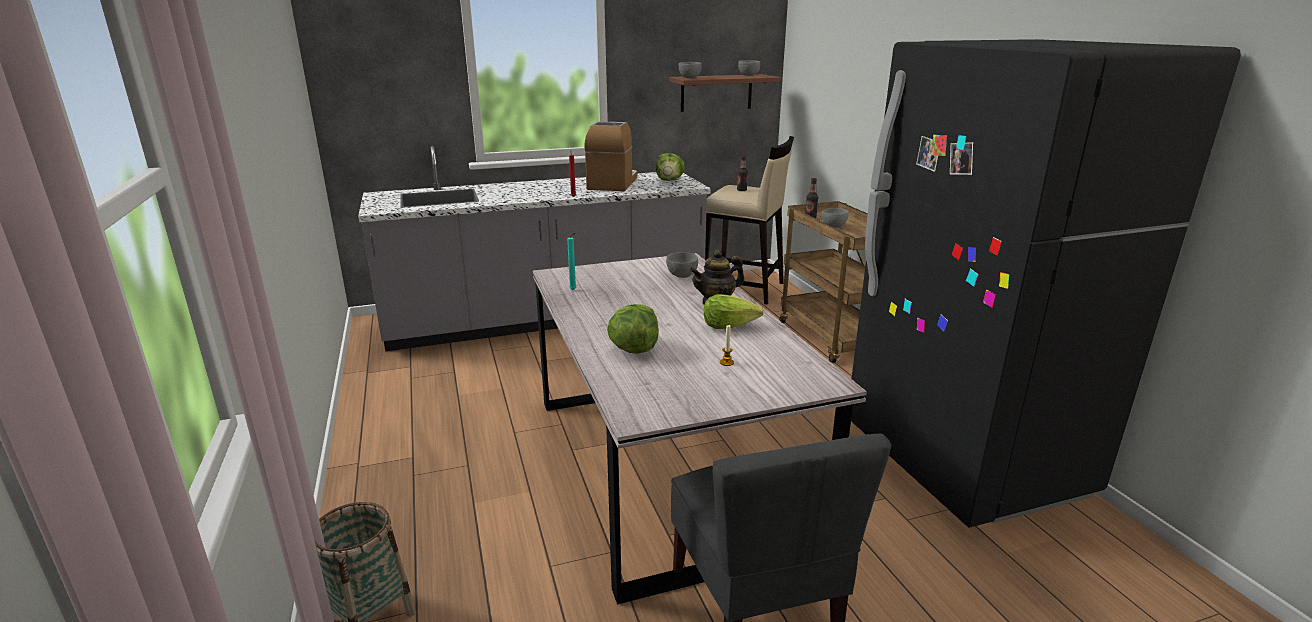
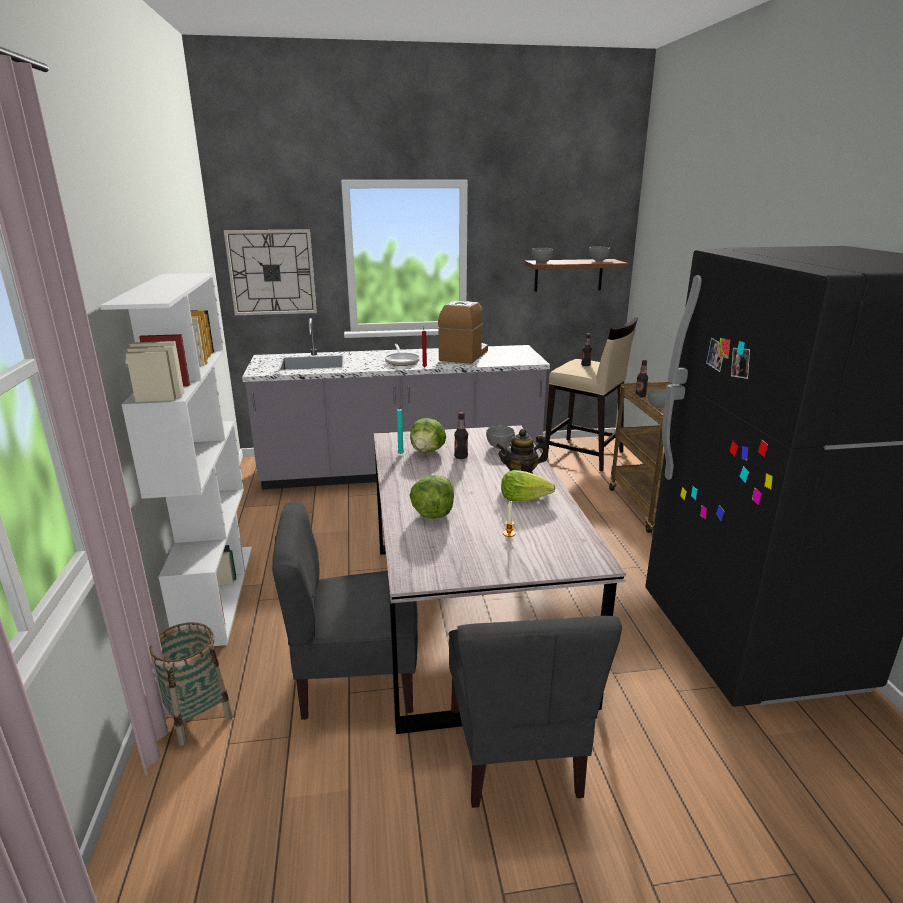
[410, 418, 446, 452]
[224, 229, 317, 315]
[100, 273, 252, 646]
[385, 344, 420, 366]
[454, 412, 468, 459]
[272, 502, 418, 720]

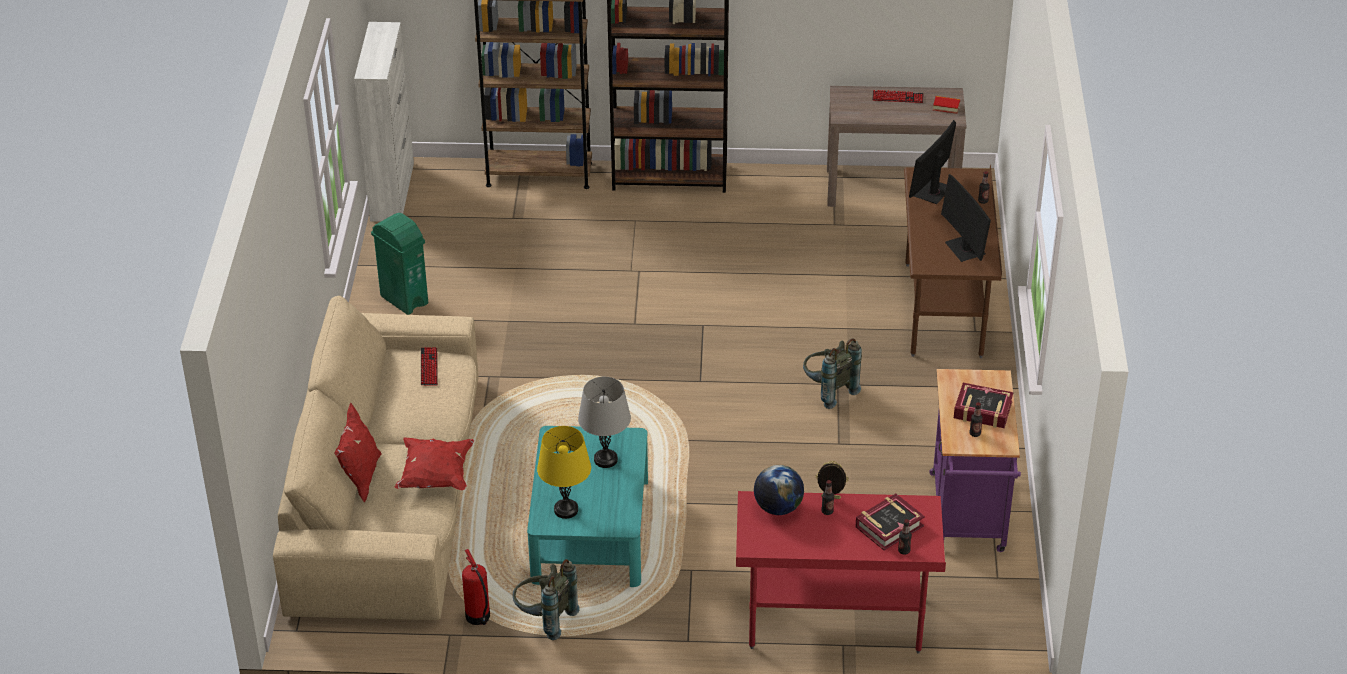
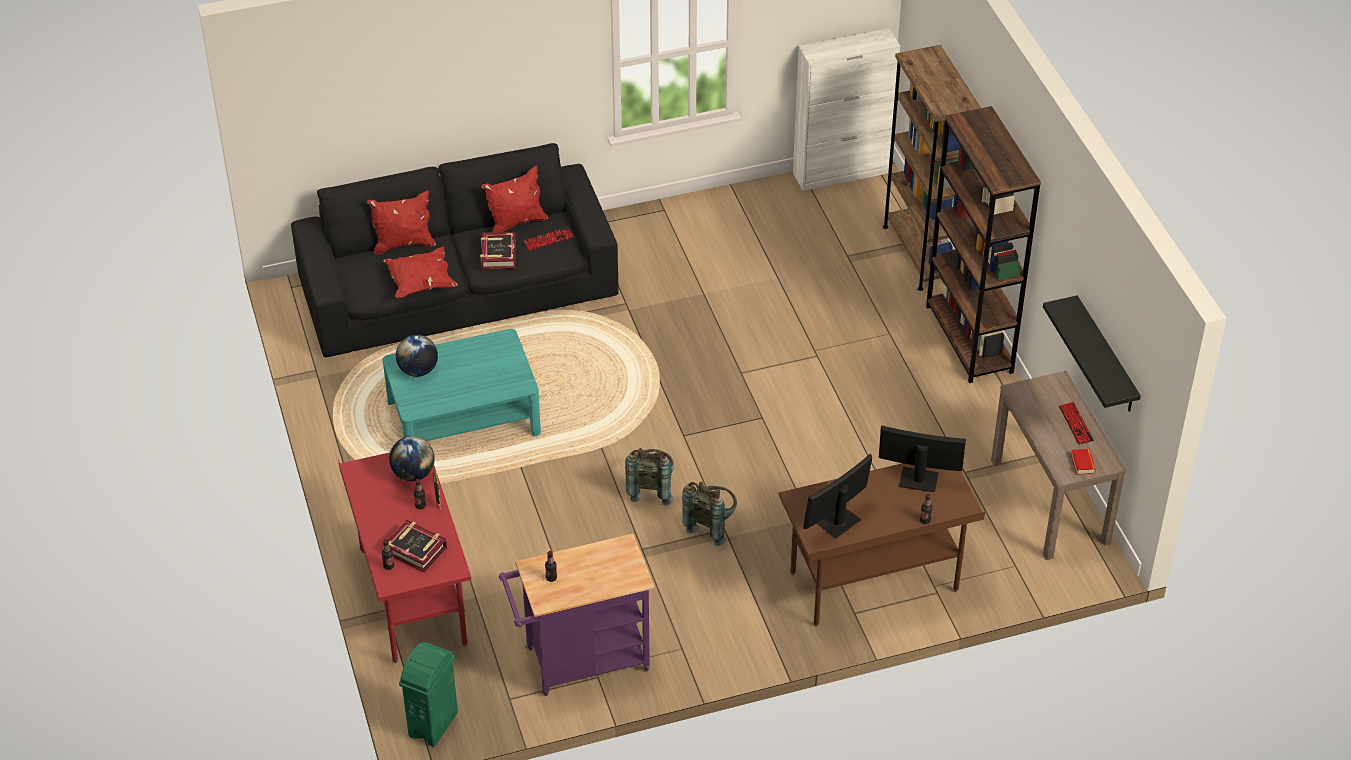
[399, 642, 458, 747]
[291, 143, 619, 357]
[578, 377, 631, 468] (first image)
[480, 232, 516, 270]
[396, 335, 438, 377]
[462, 549, 490, 625] (first image)
[625, 448, 674, 506]
[482, 166, 548, 232]
[1043, 295, 1141, 412]

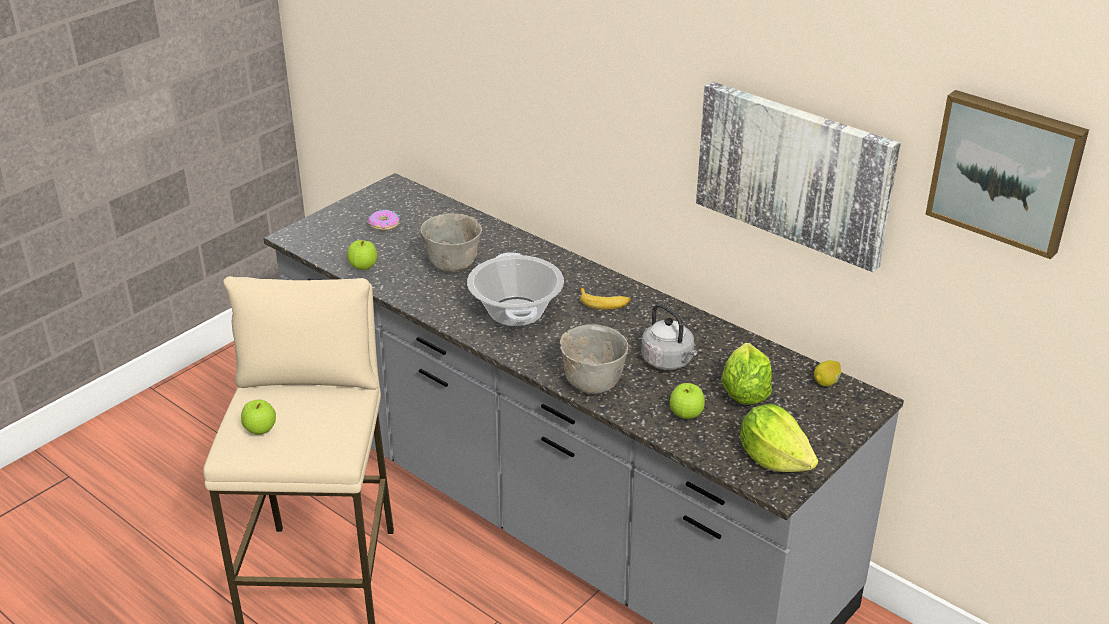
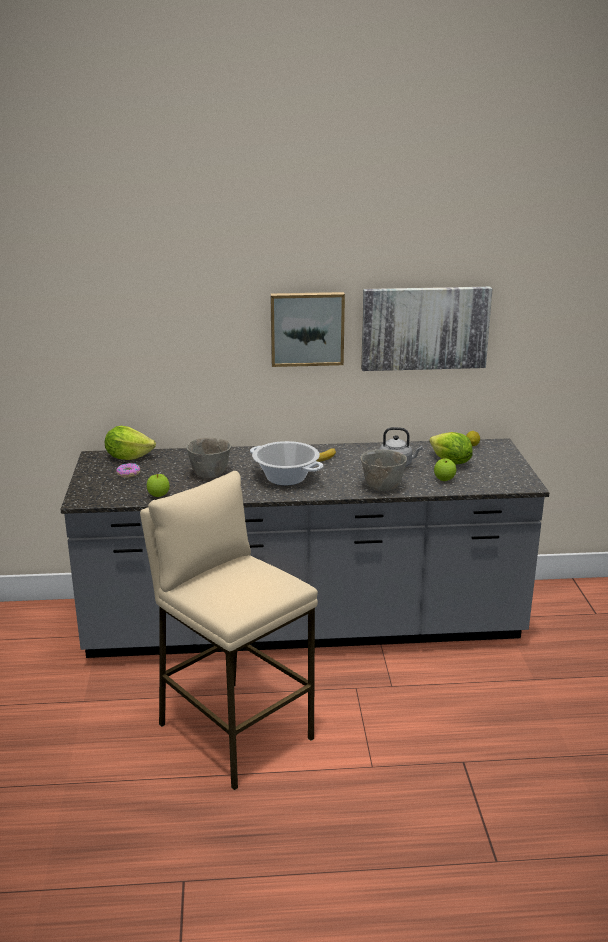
[270, 292, 345, 367]
[241, 399, 276, 435] (first image)
[105, 426, 156, 460]

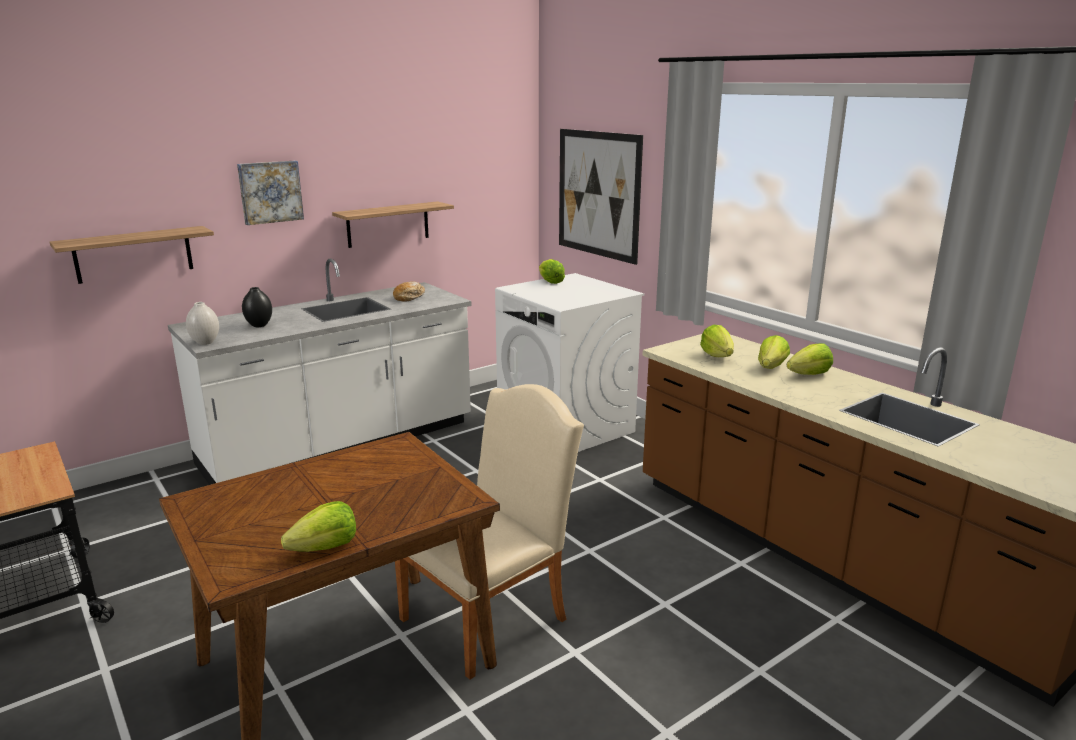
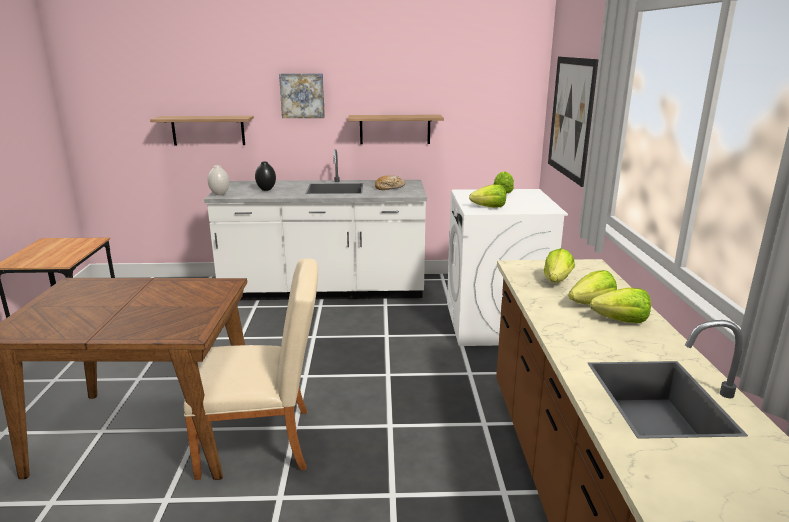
[469, 184, 506, 208]

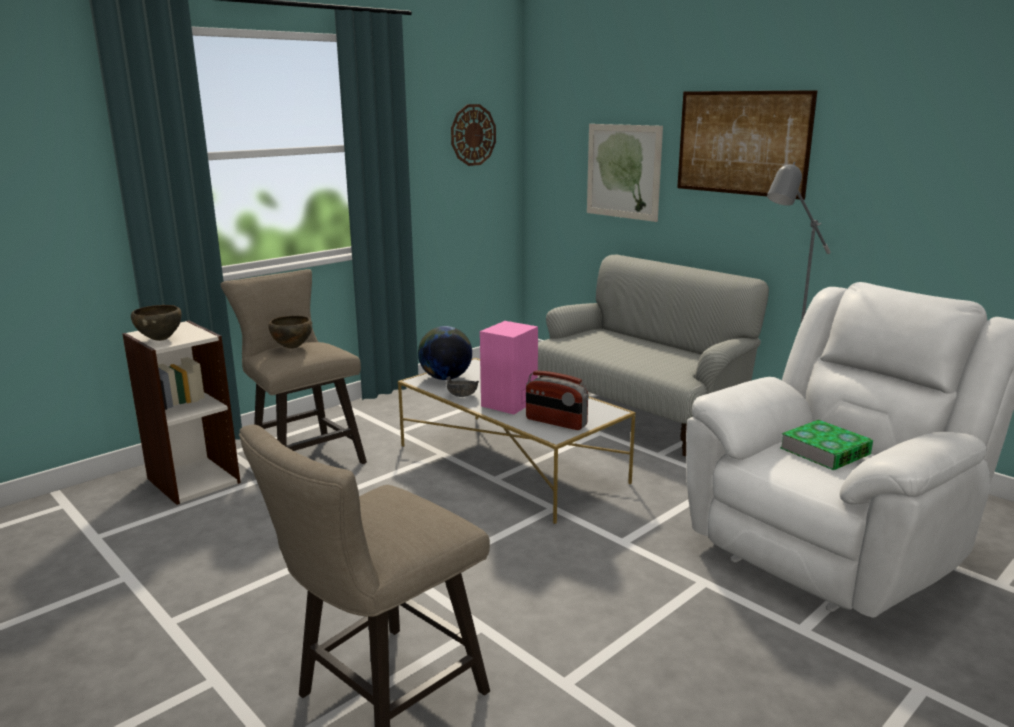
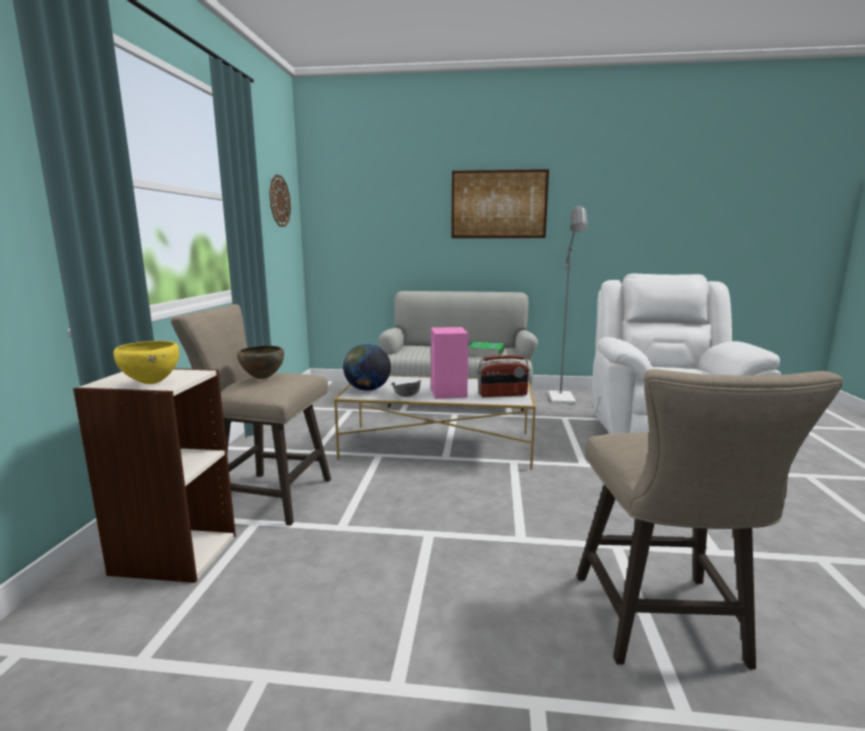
[587, 124, 663, 222] (first image)
[113, 341, 179, 384]
[468, 342, 504, 357]

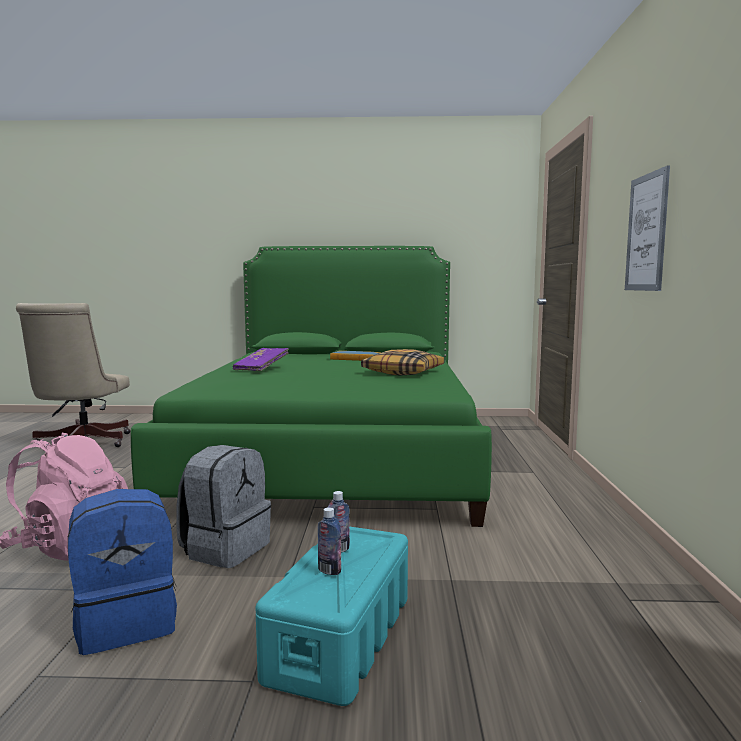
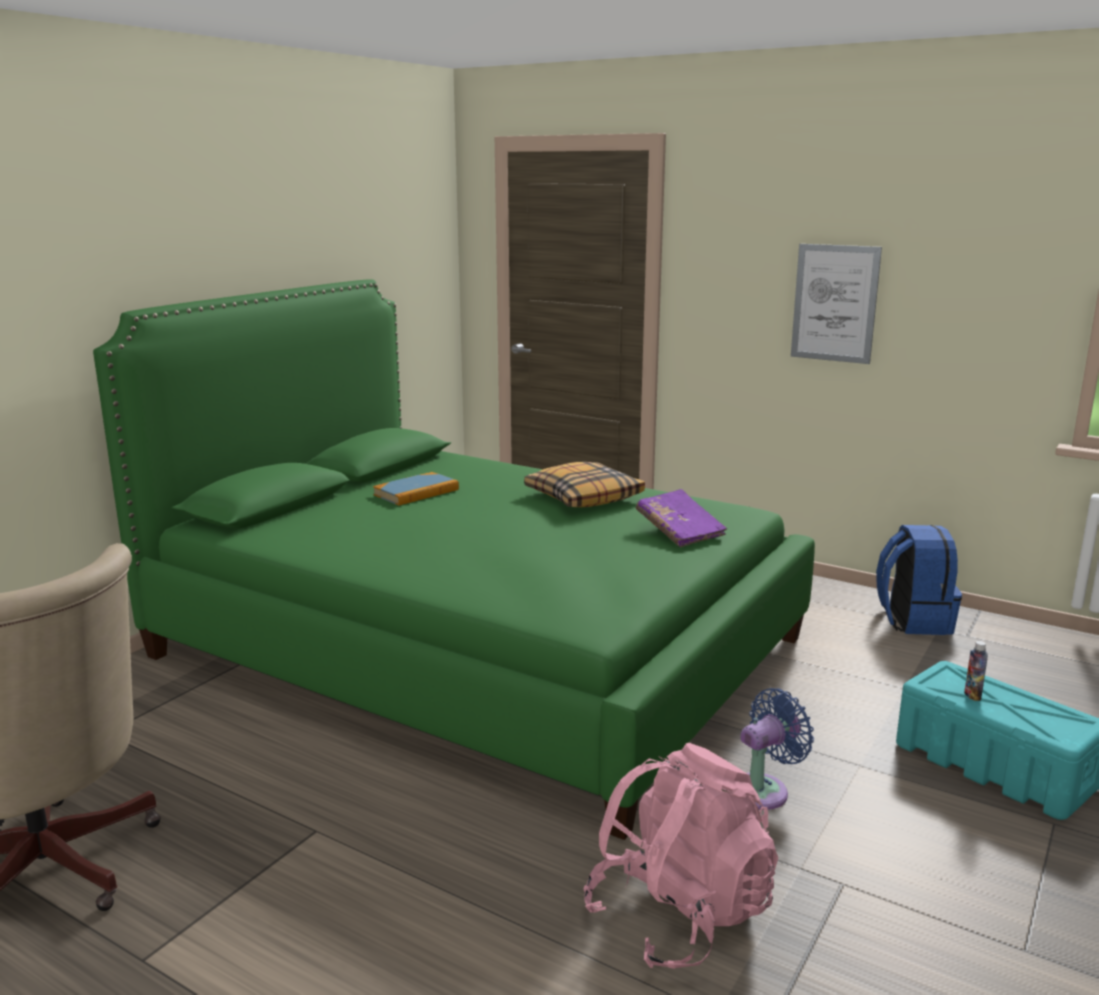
[636, 489, 727, 547]
[741, 688, 814, 810]
[876, 525, 962, 635]
[318, 507, 341, 575] (first image)

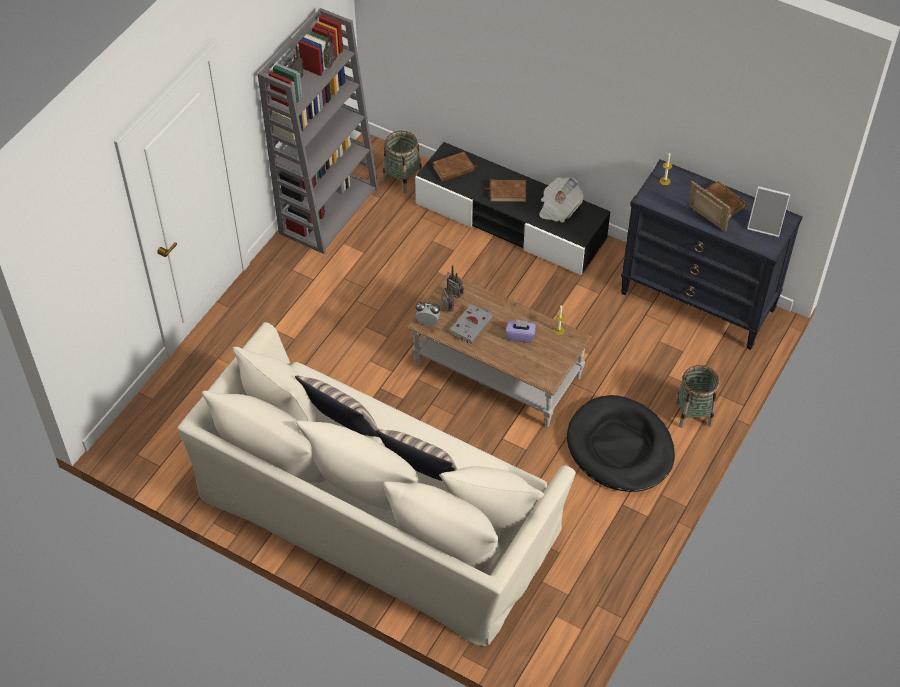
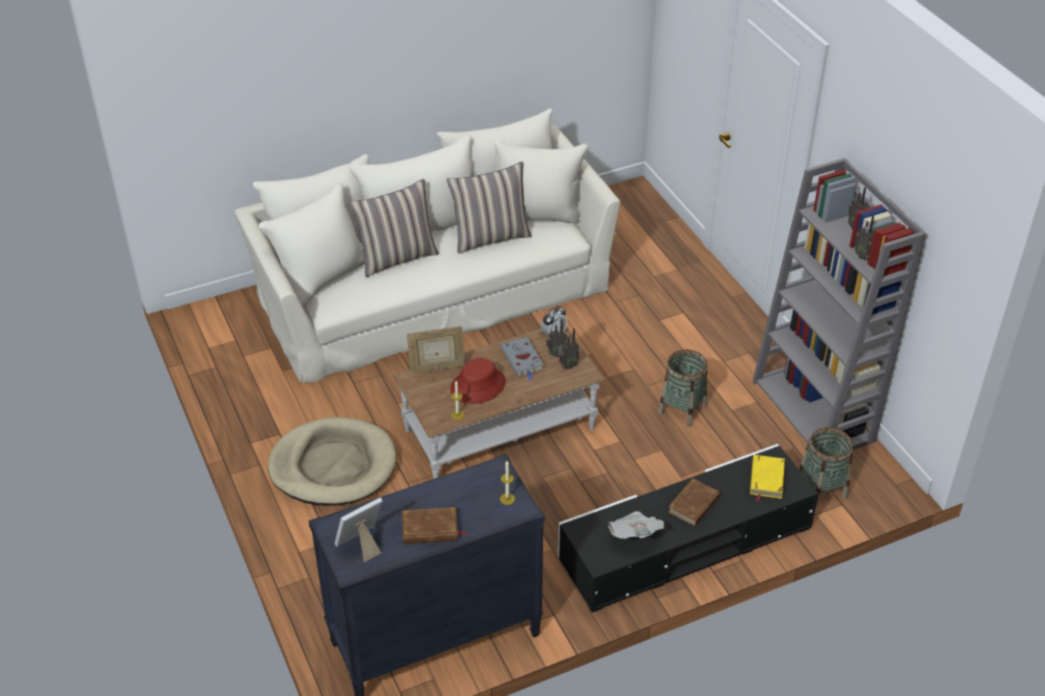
[750, 455, 785, 502]
[407, 326, 466, 374]
[450, 358, 506, 404]
[658, 349, 708, 427]
[268, 417, 396, 506]

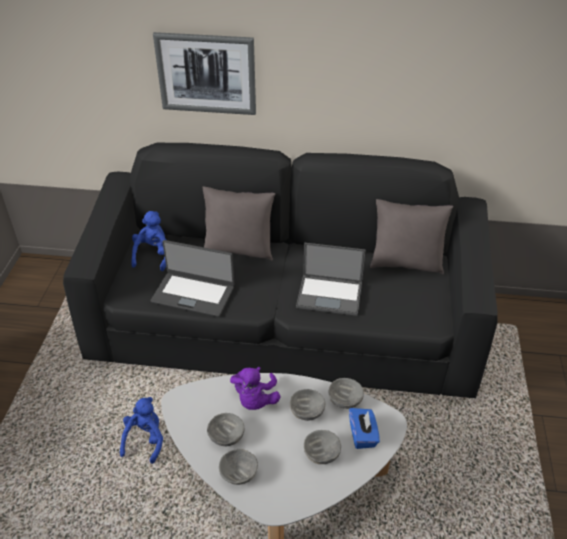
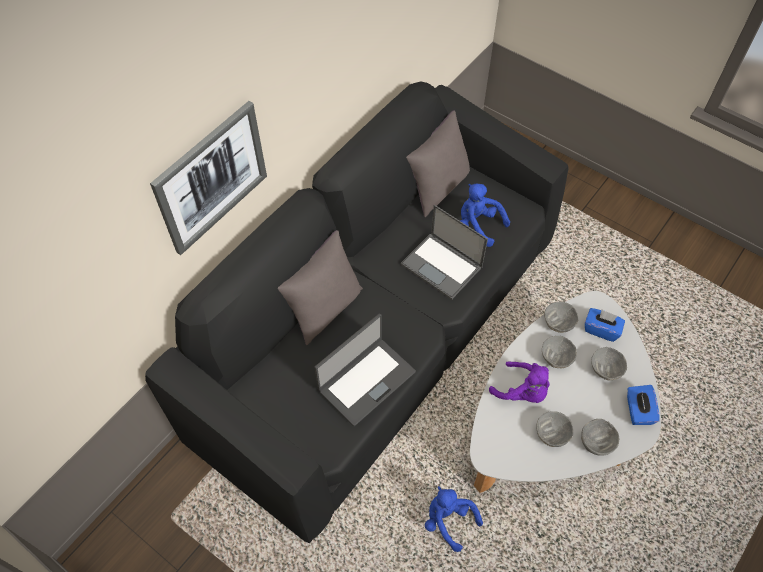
[460, 183, 510, 247]
[401, 205, 488, 300]
[627, 385, 659, 425]

